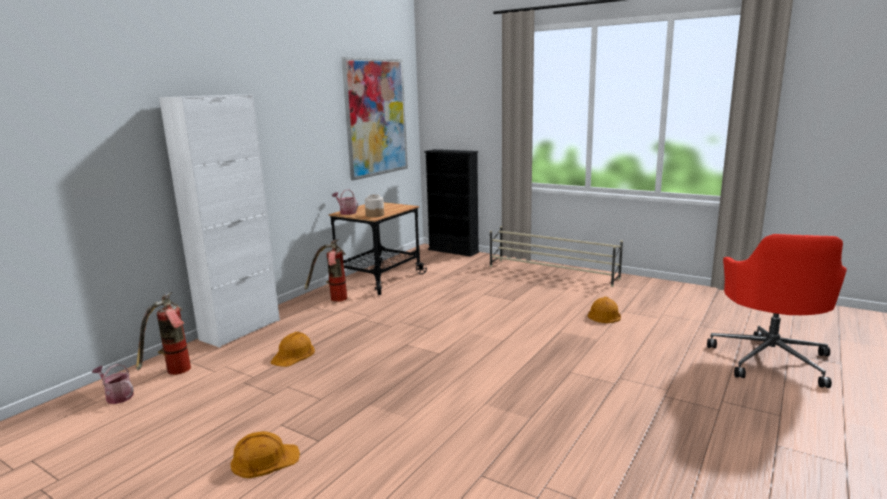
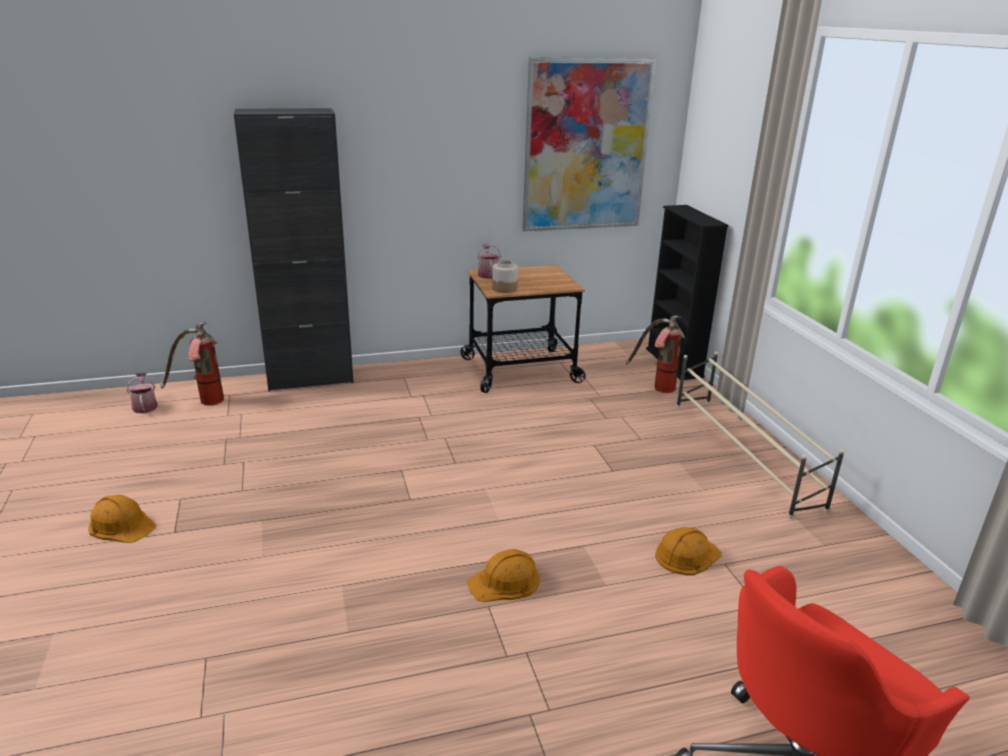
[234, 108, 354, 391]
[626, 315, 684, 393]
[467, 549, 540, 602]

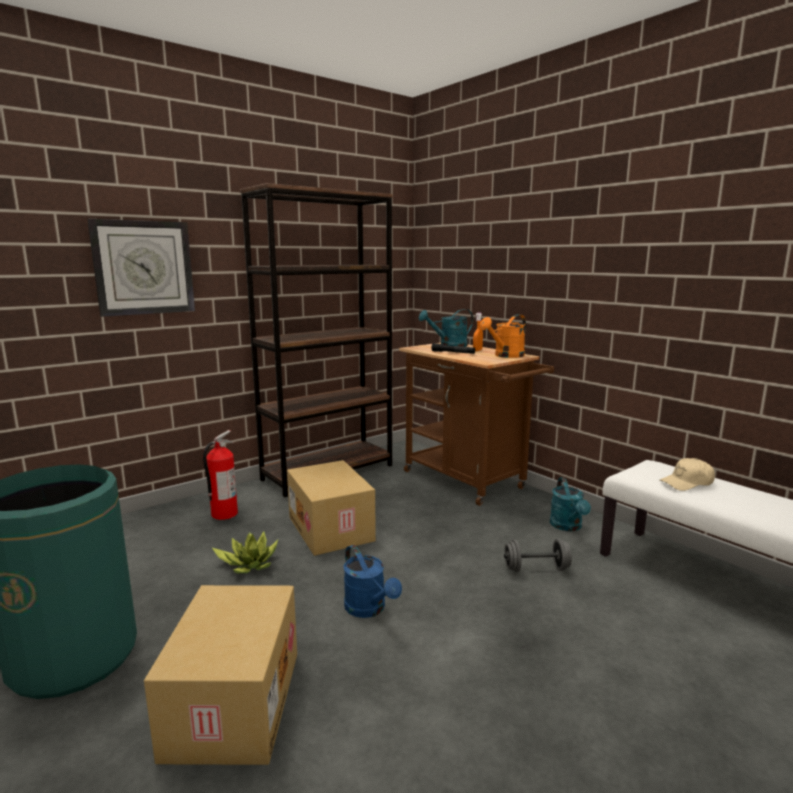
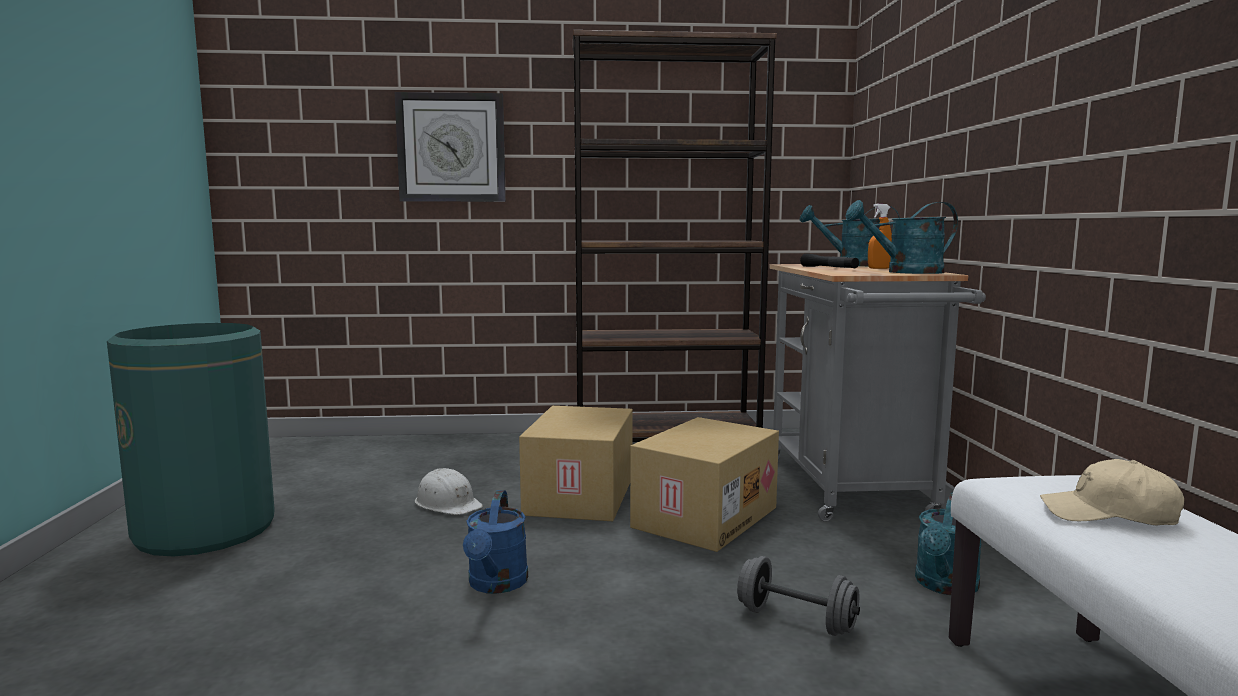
[845, 200, 958, 274]
[769, 264, 986, 522]
[203, 430, 238, 520] (first image)
[415, 468, 483, 515]
[630, 417, 779, 552]

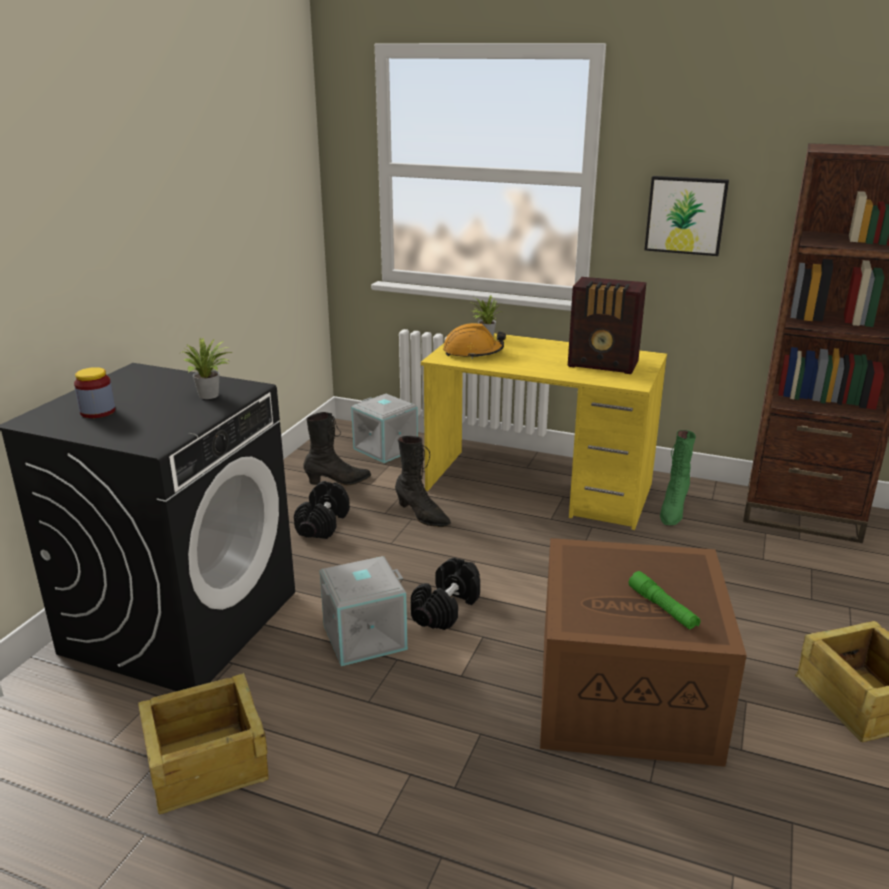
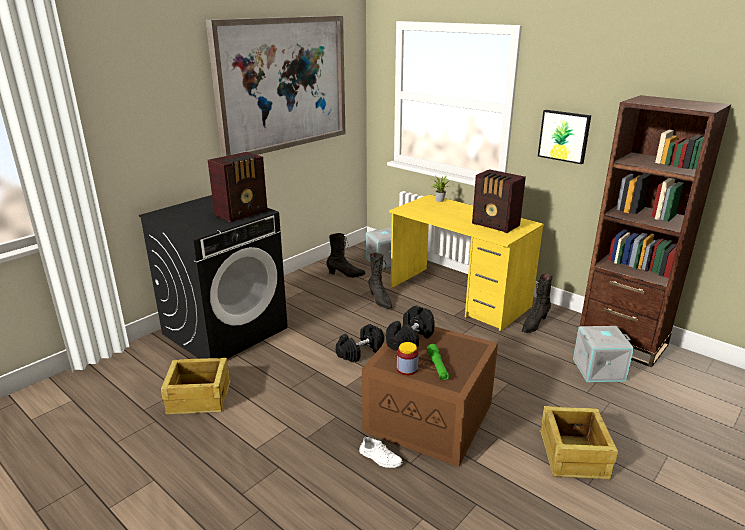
[443, 323, 506, 359] (first image)
[208, 152, 267, 222]
[397, 342, 419, 375]
[522, 274, 553, 333]
[386, 306, 434, 351]
[573, 326, 634, 382]
[206, 16, 345, 157]
[359, 437, 403, 468]

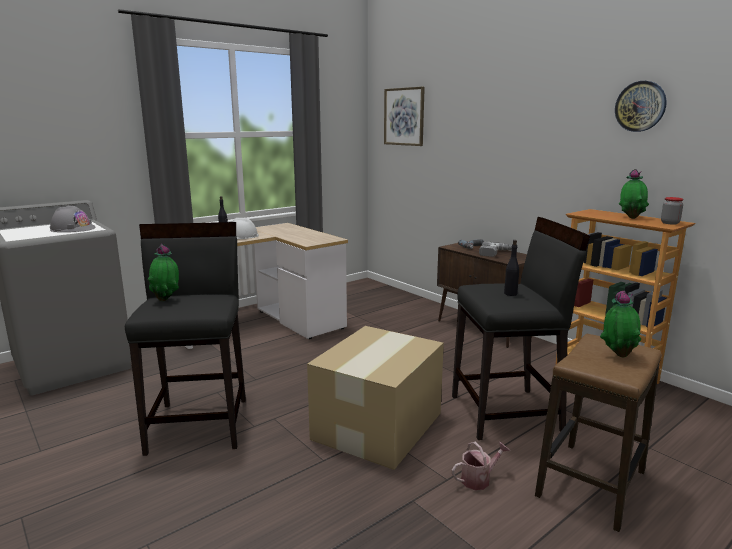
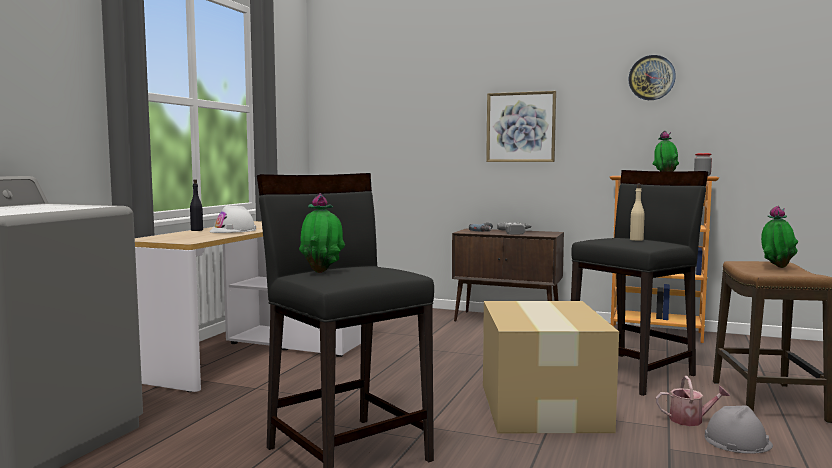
[486, 91, 556, 162]
[705, 405, 773, 454]
[630, 184, 645, 241]
[656, 376, 730, 426]

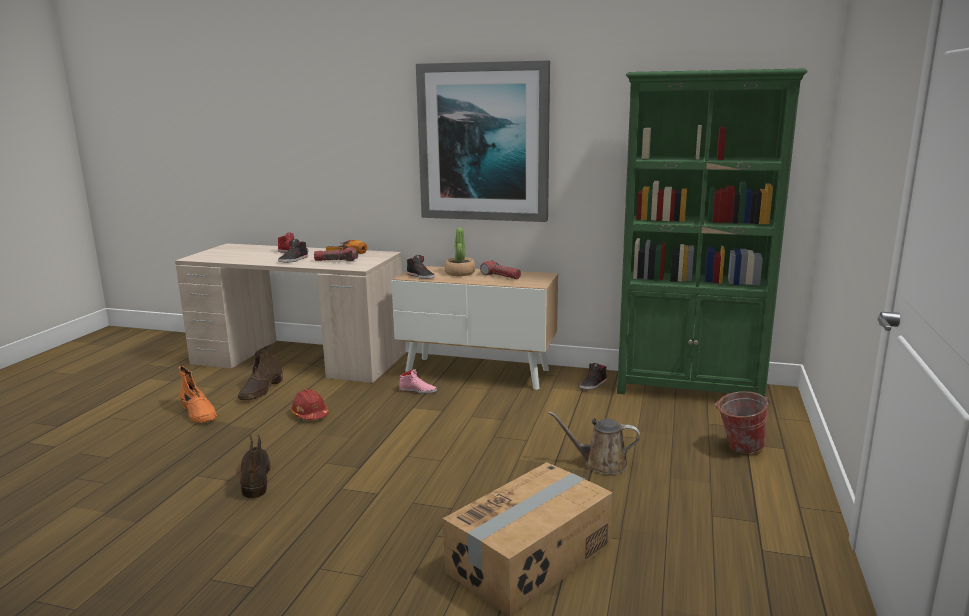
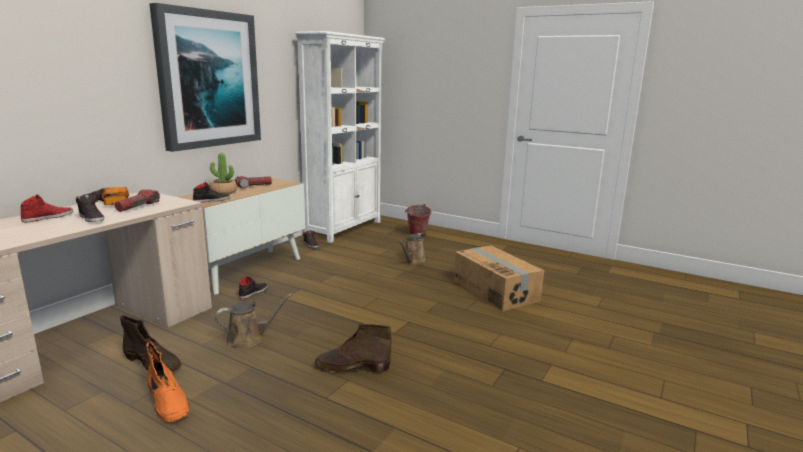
[295, 31, 385, 243]
[146, 342, 190, 422]
[239, 277, 268, 299]
[215, 294, 292, 348]

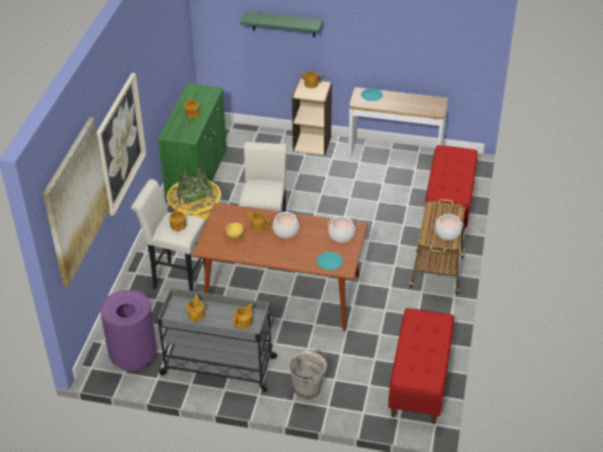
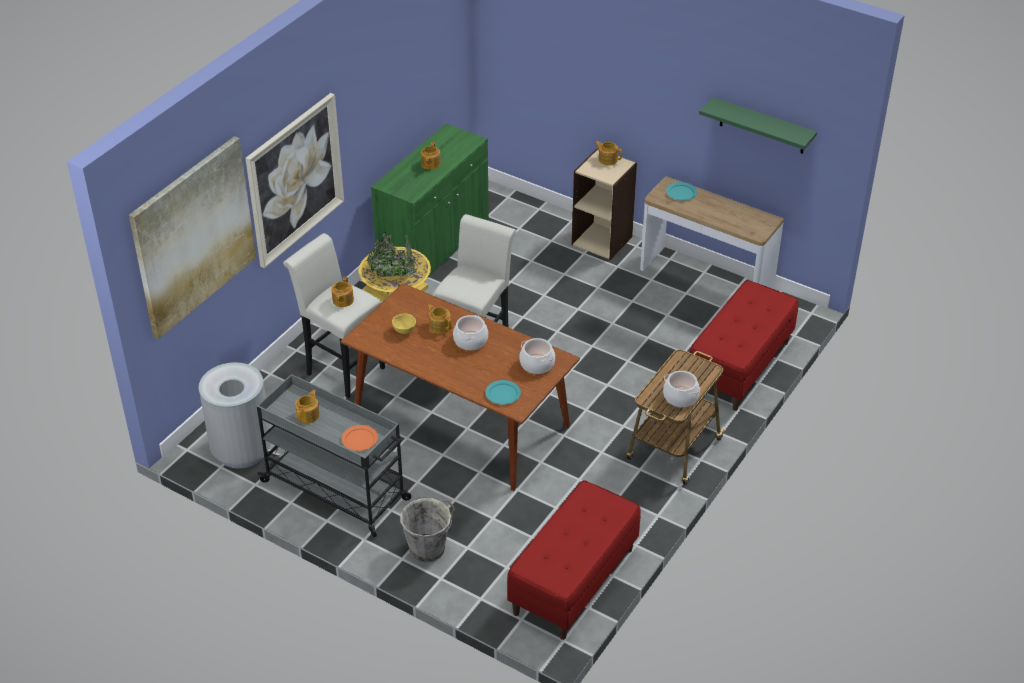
[699, 97, 817, 154]
[199, 362, 271, 469]
[342, 425, 378, 451]

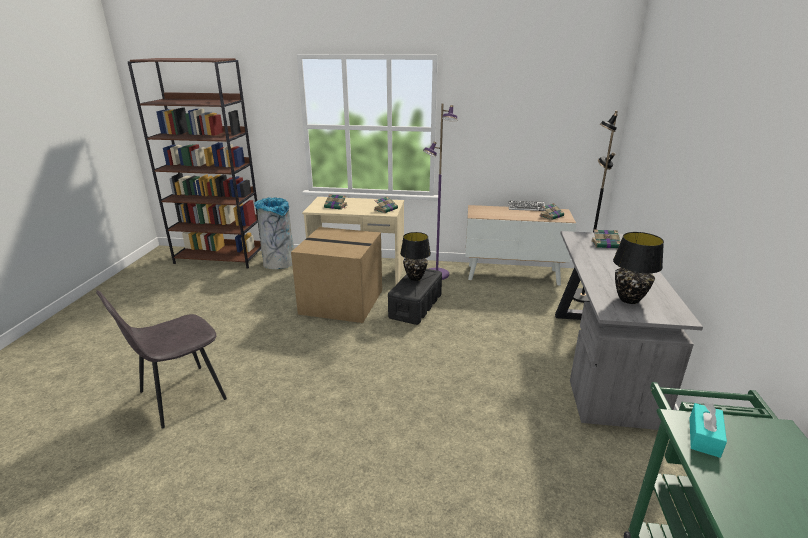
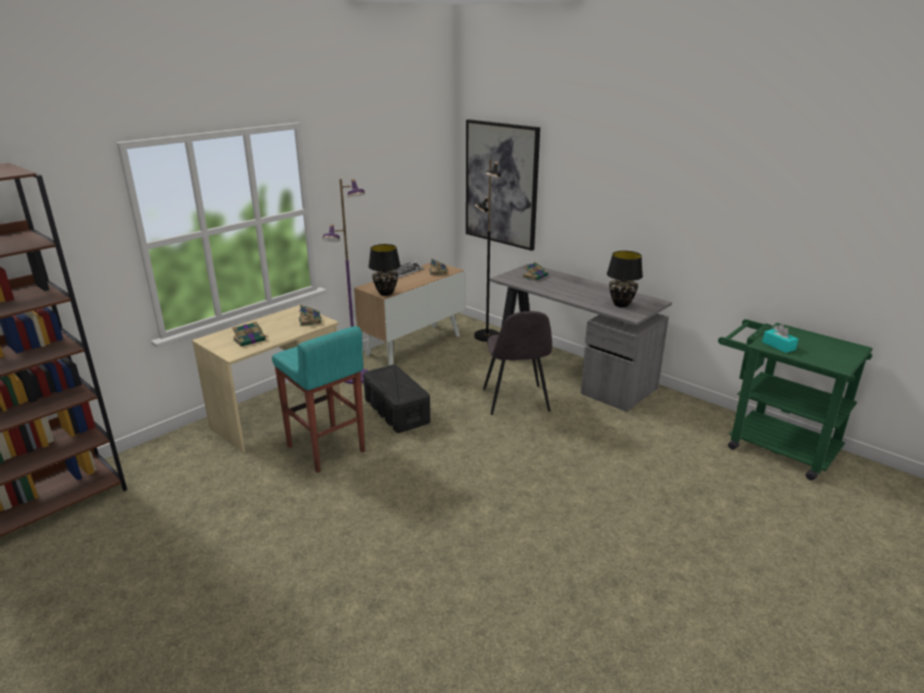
[254, 197, 294, 269] (first image)
[272, 326, 365, 473]
[368, 244, 401, 296]
[483, 311, 552, 415]
[466, 119, 540, 251]

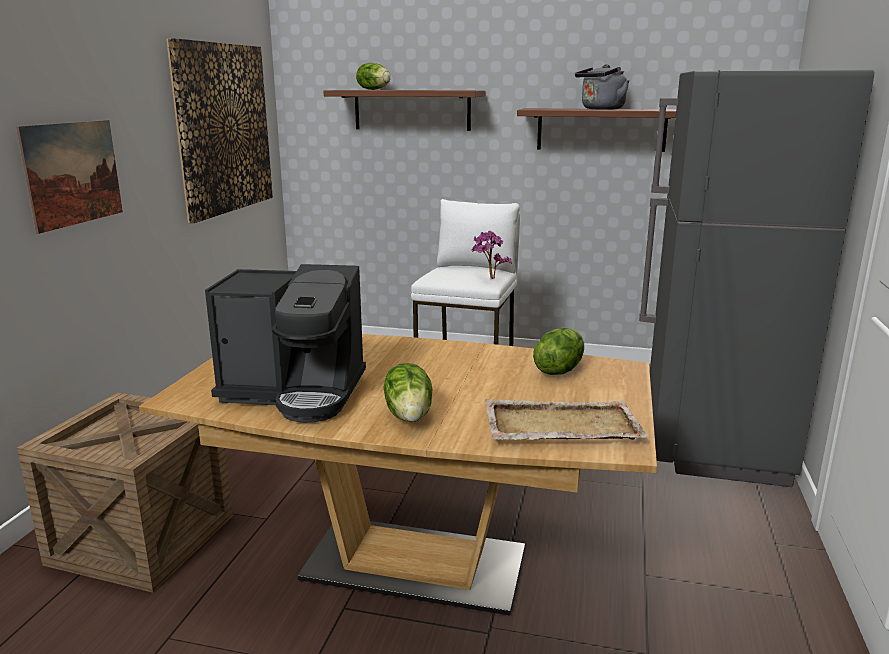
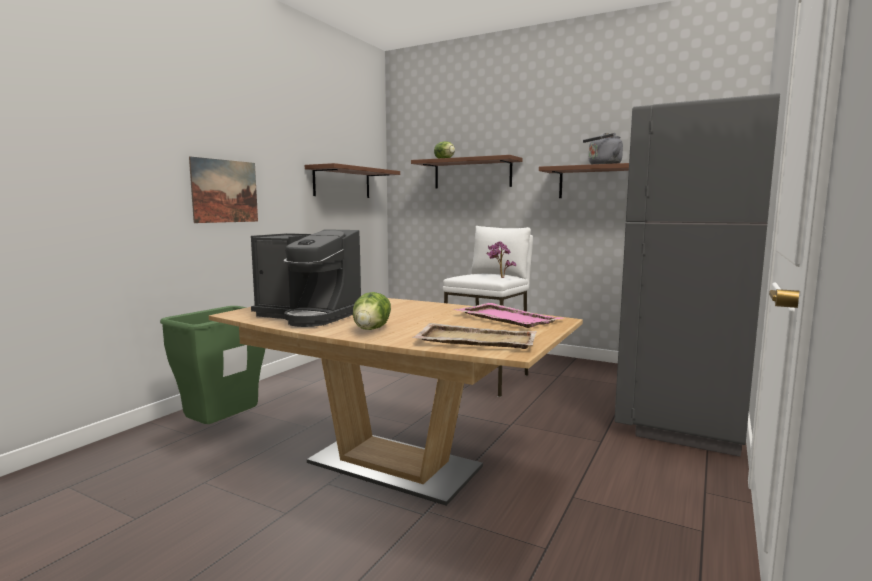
[305, 163, 400, 198]
[454, 303, 562, 328]
[160, 306, 265, 424]

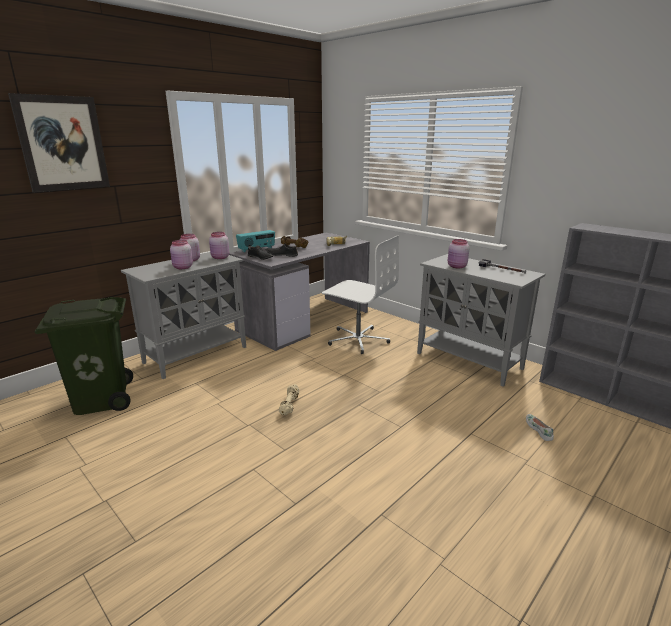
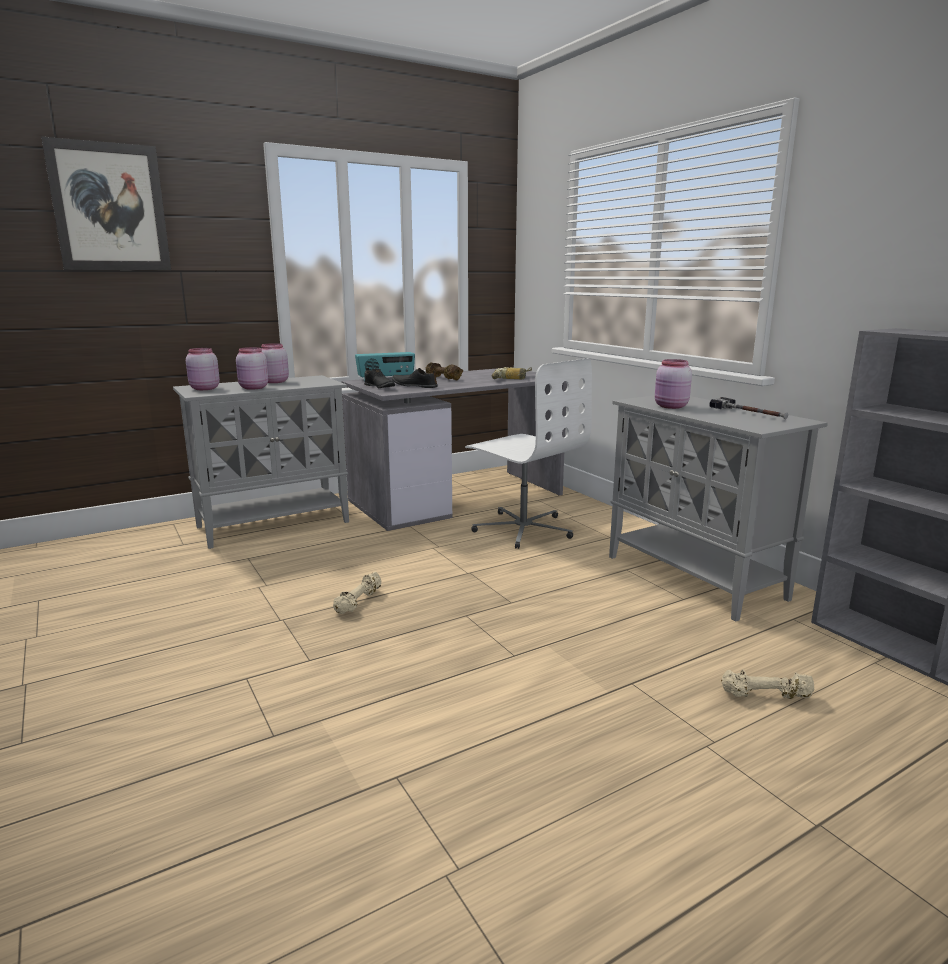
[186, 348, 220, 390]
[35, 297, 133, 415] (first image)
[721, 669, 814, 699]

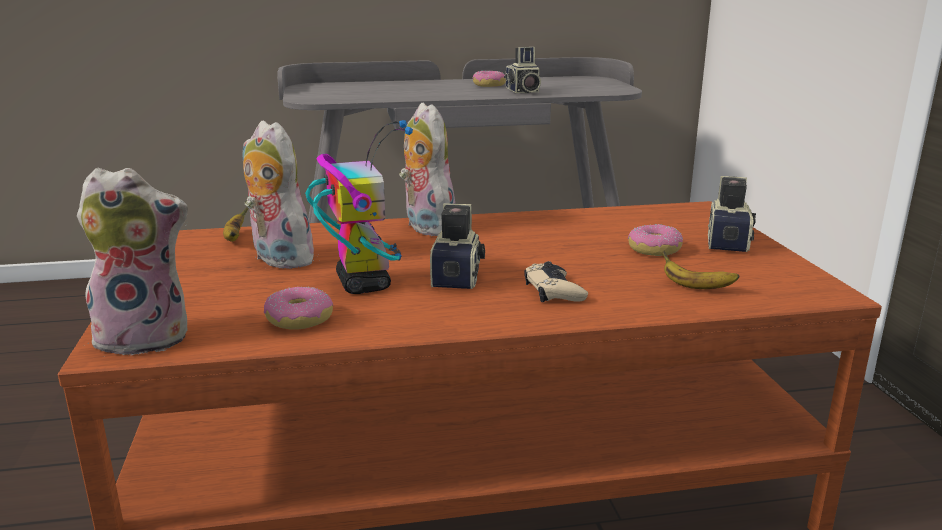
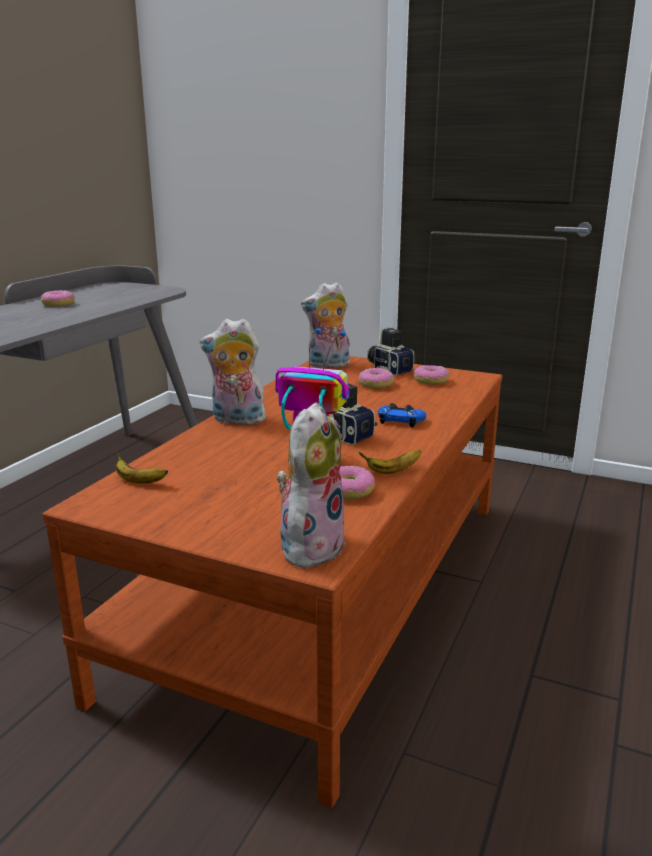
[504, 47, 541, 93] (first image)
[301, 282, 350, 368]
[359, 449, 421, 474]
[378, 403, 427, 428]
[413, 365, 450, 385]

